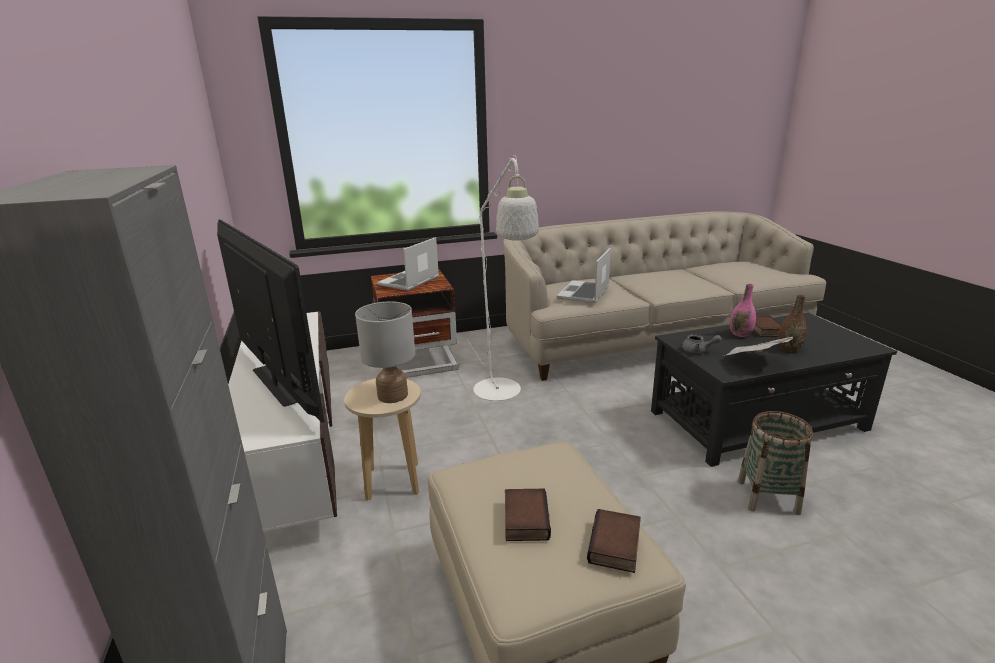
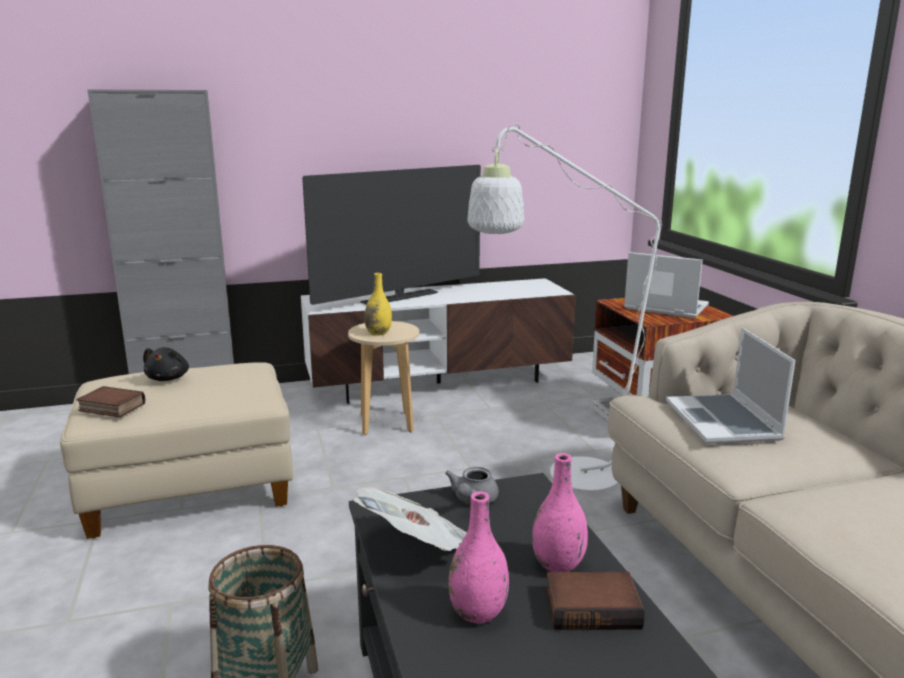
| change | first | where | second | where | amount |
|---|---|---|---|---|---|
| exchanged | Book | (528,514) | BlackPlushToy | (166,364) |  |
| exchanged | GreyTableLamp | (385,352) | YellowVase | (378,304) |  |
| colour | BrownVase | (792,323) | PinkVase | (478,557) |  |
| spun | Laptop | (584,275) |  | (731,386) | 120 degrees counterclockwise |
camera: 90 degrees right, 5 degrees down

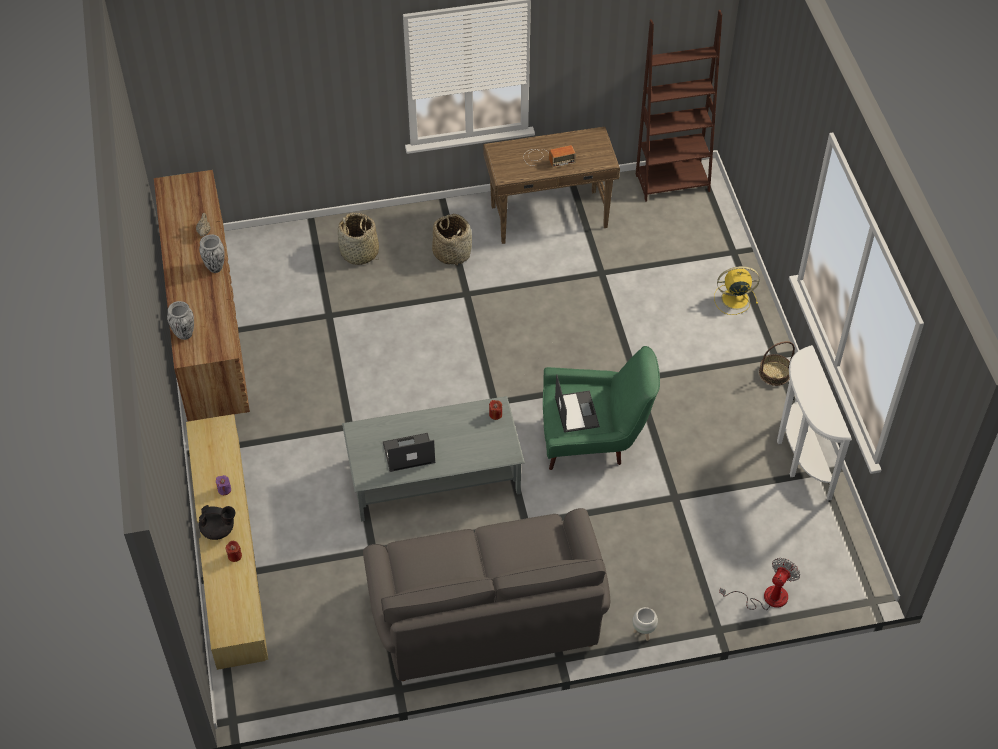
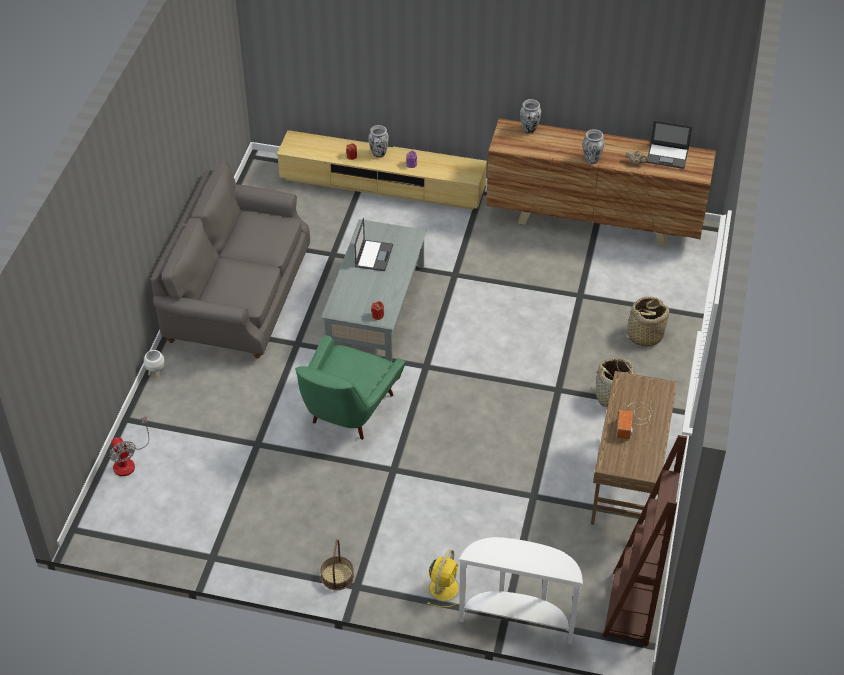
| change | first | where | second | where | amount |
|---|---|---|---|---|---|
| exchanged | BlackTeapot | (217,522) | Vase | (378,141) |  |
| relocated | WhiteConsoleTable | (814,422) |  | (520,590) |  |
| relocated | Laptop | (577,404) |  | (669,144) |  |
camera: 115 degrees right, 5 degrees down

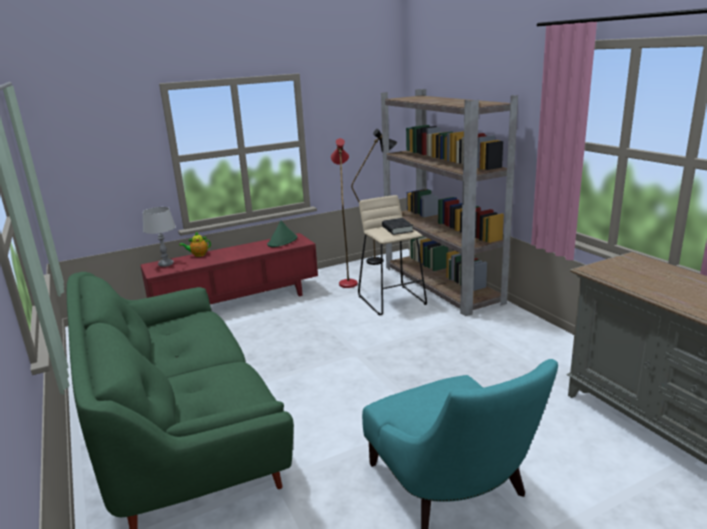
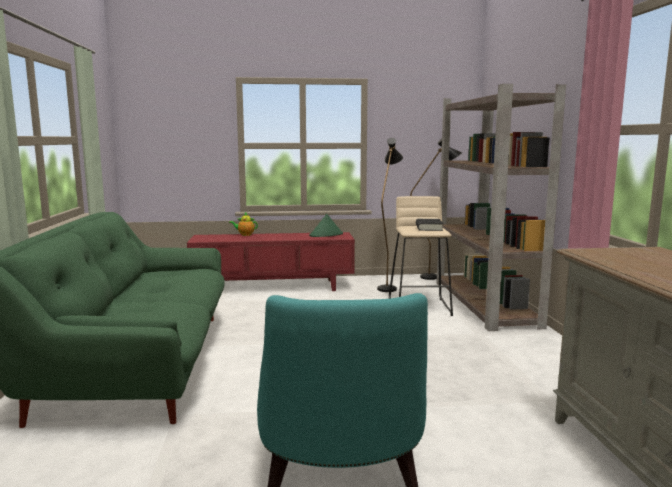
| change | first | where | second | where | amount |
|---|---|---|---|---|---|
| colour | RedFloorLamp | (344,213) | BlackFloorLamp | (390,215) |  |
| missing | GreyTableLamp | (159,237) |  |  |  |
camera: 20 degrees right, 10 degrees down

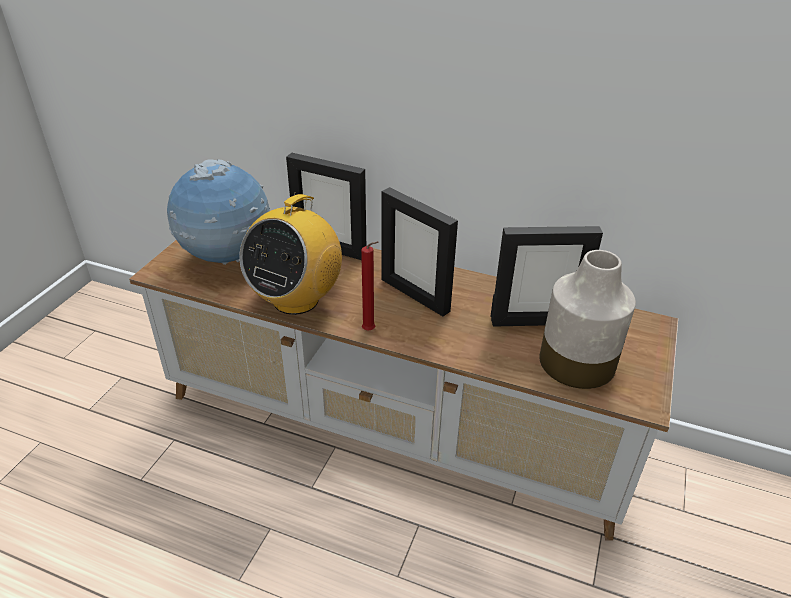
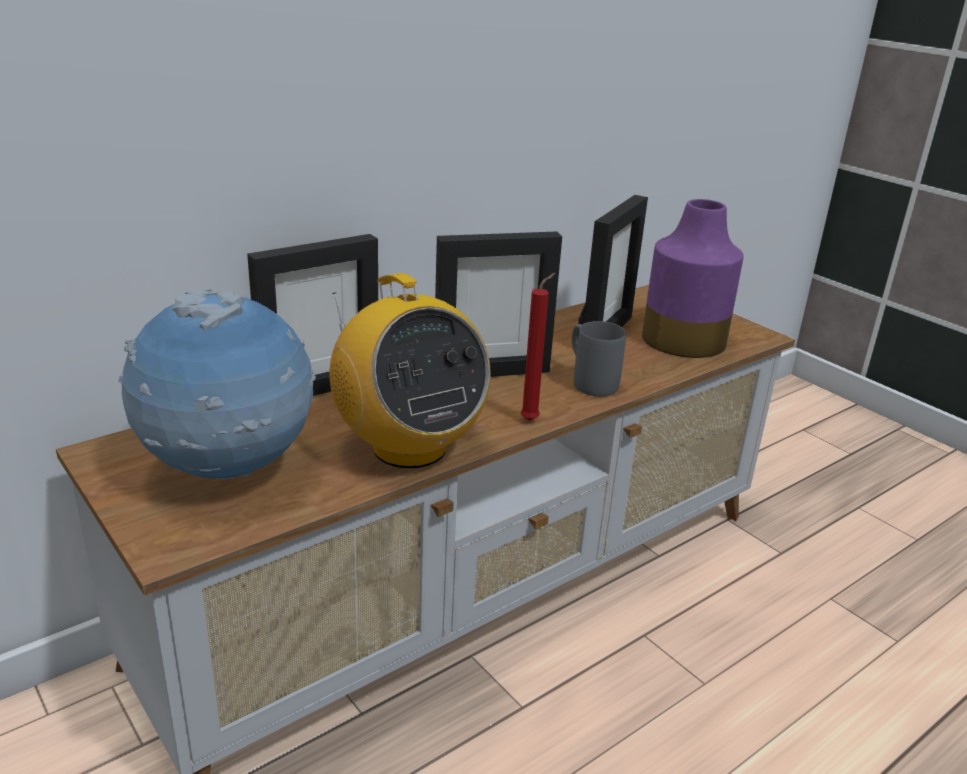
| change | first | where | second | where | amount |
|---|---|---|---|---|---|
| appeared |  |  | GreyMug | (599,358) |  |
| colour | BeigeVase | (587,319) | PurpleVase | (693,278) |  |
camera: 60 degrees left, 10 degrees down

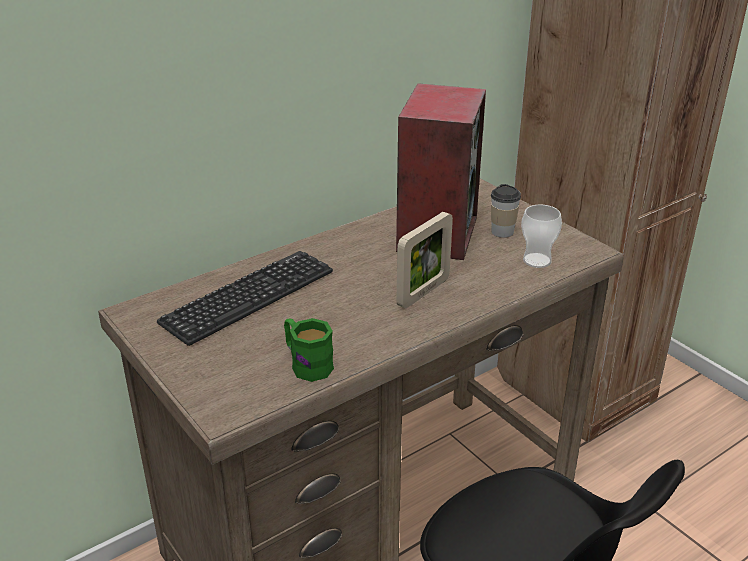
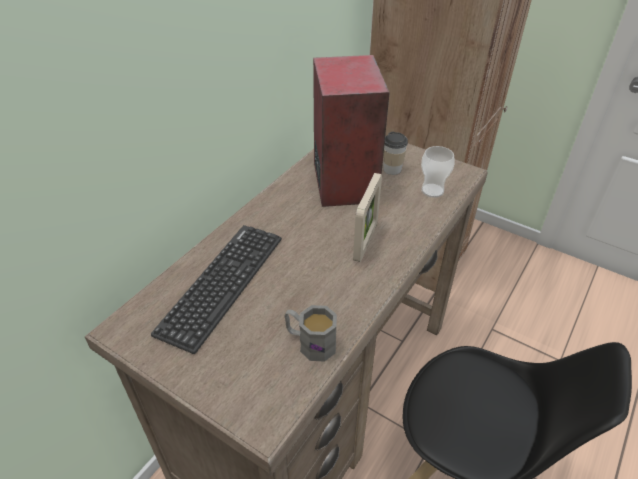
| change | first | where | second | where | amount |
|---|---|---|---|---|---|
| colour | GreenMug | (309,350) | GreyMug | (311,333) |  |
camera: 20 degrees left, 10 degrees up

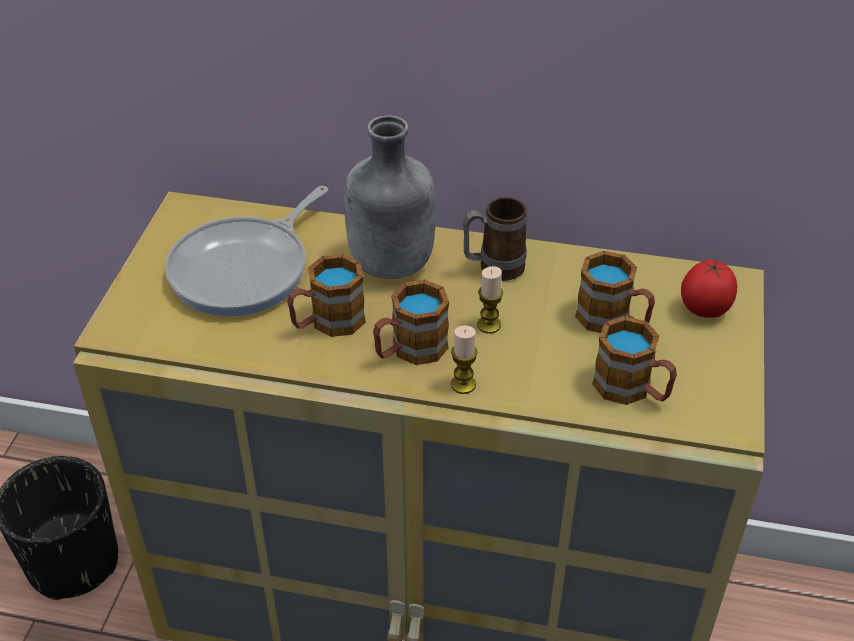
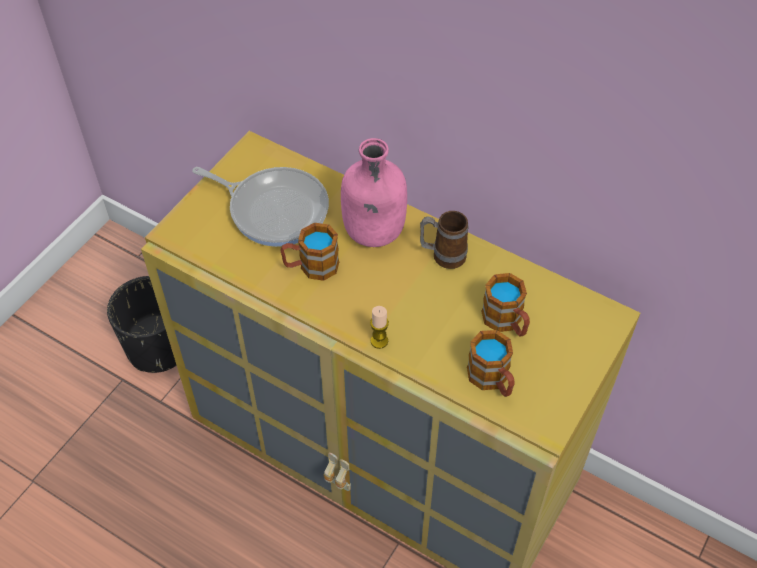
| change | first | where | second | where | amount |
|---|---|---|---|---|---|
| spun | FryingPan | (246,251) |  | (260,207) | 120 degrees counterclockwise |
| colour | GreyBottle | (390,197) | PinkBottle | (374,192) |  |
| missing | Mug | (411,322) |  |  |  |
| missing | Candle | (490,299) |  |  |  |
| missing | Tomato | (709,288) |  |  |  |
camera: 20 degrees right, 10 degrees up

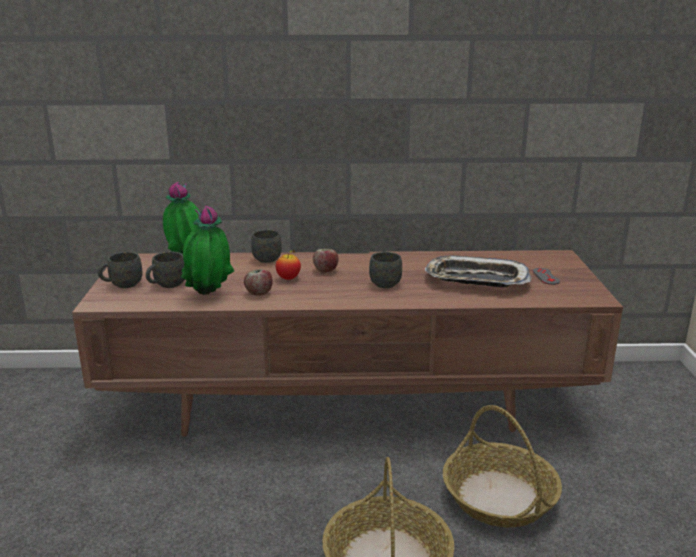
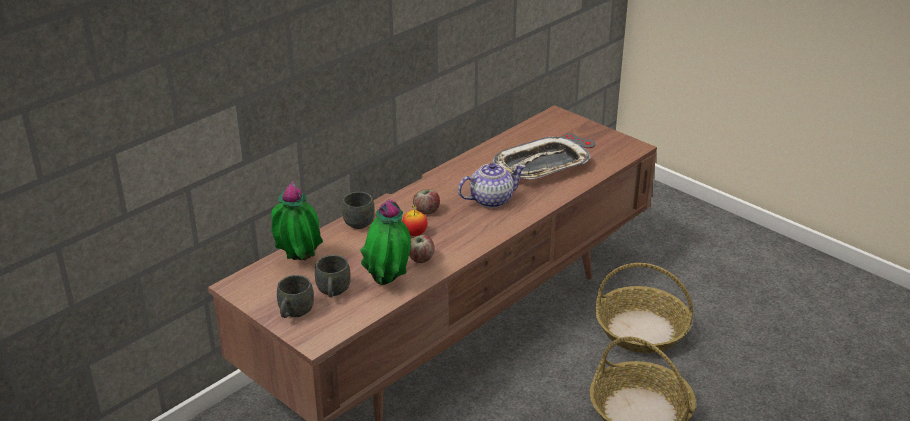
| change | first | where | second | where | amount |
|---|---|---|---|---|---|
| exchanged | GreyMug | (385,270) | Teapot | (492,185) |  |
camera: 45 degrees left, 10 degrees up

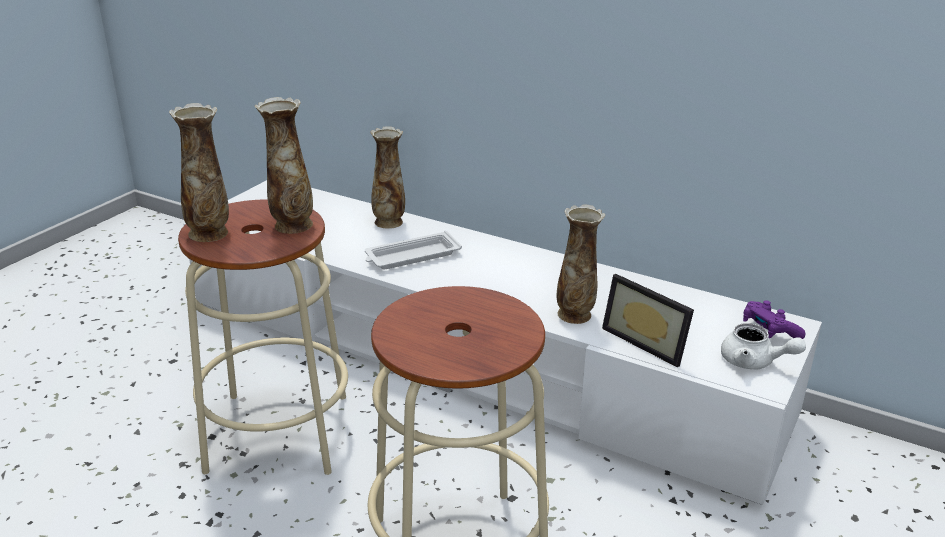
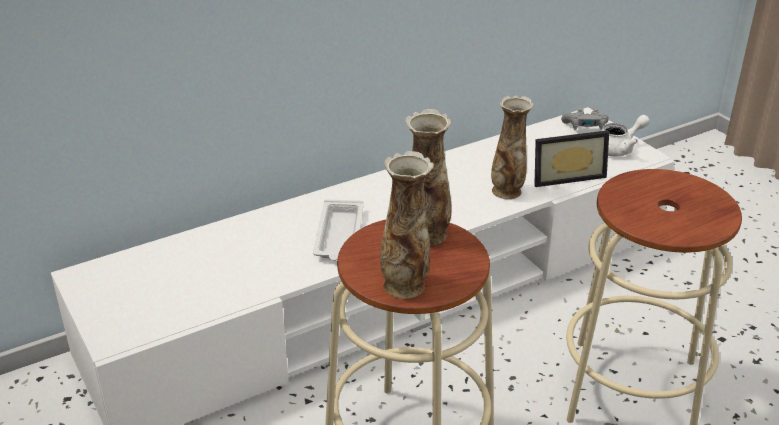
| change | first | where | second | where | amount |
|---|---|---|---|---|---|
| colour | PurpleGameController | (774,319) | GreyGameController | (585,119) |  |
| missing | Vase | (387,177) |  |  |  |
camera: 60 degrees left, 5 degrees up

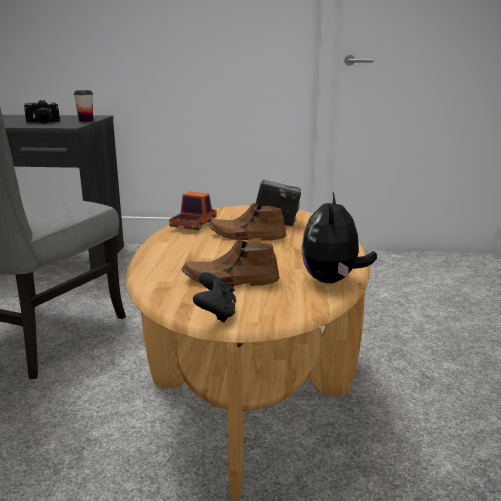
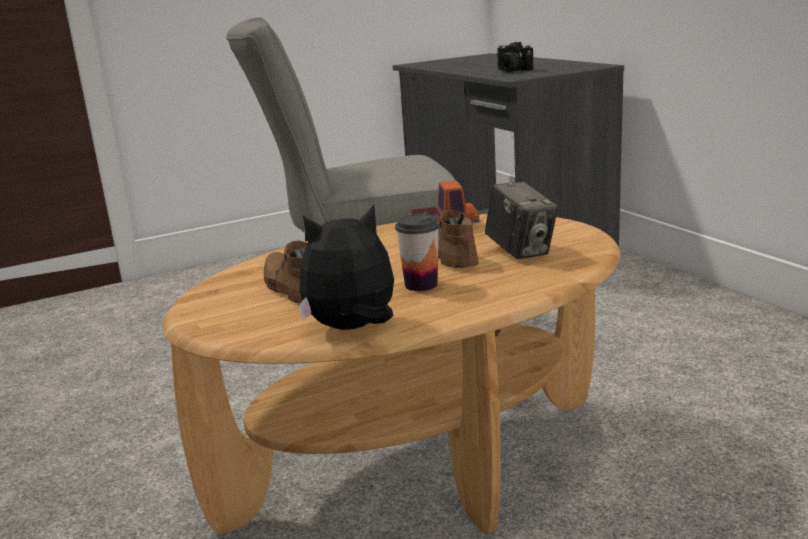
| change | first | where | second | where | amount |
|---|---|---|---|---|---|
| relocated | Cup | (83,106) |  | (417,252) |  |
| missing | BlackGameController | (214,297) |  |  |  |
camera: 60 degrees right, 0 degrees up

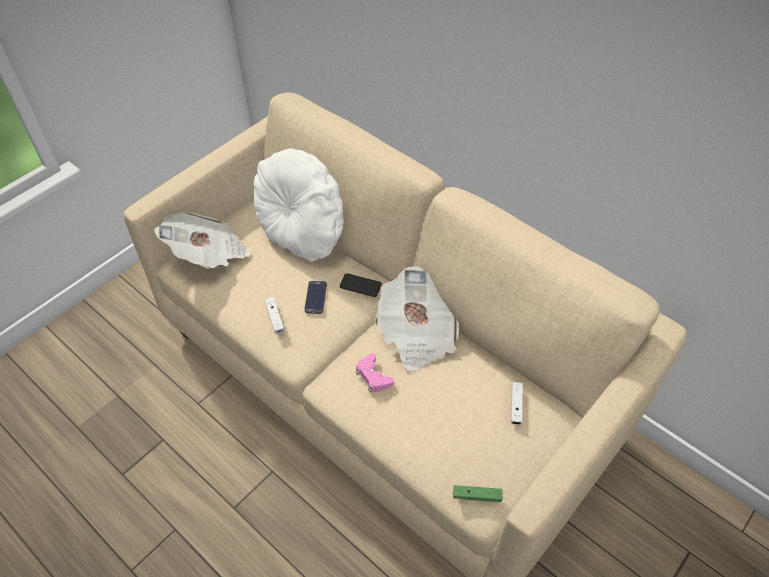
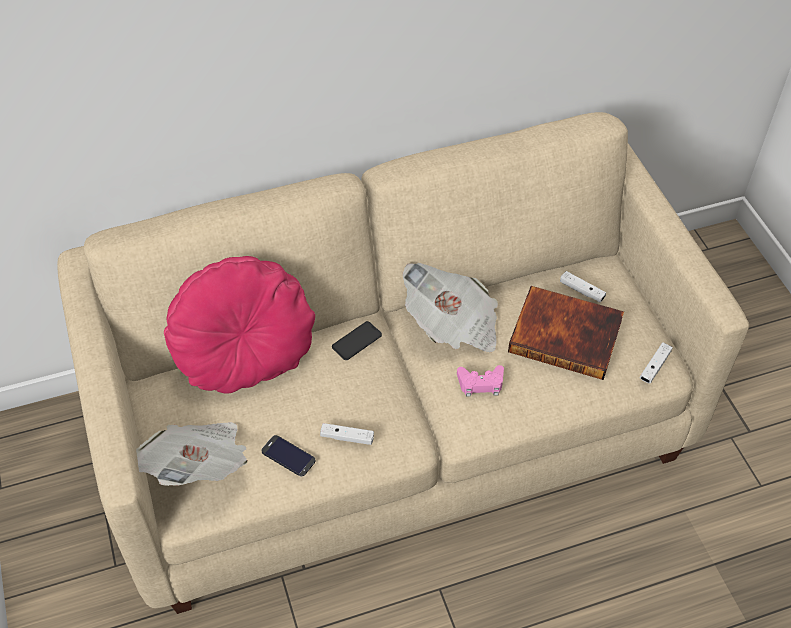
| change | first | where | second | where | amount |
|---|---|---|---|---|---|
| colour | WhitePillow | (299,205) | PinkPillow | (239,325) |  |
| relocated | Phone | (315,297) |  | (288,456) |  |
| appeared |  |  | Book | (566,333) |  |
| colour | GreenGameController | (478,493) | WhiteGameController | (656,363) |  |
camera: 60 degrees left, 0 degrees up

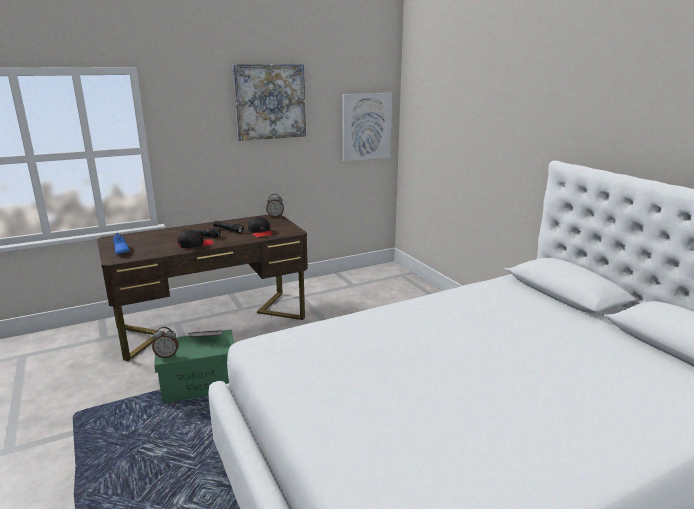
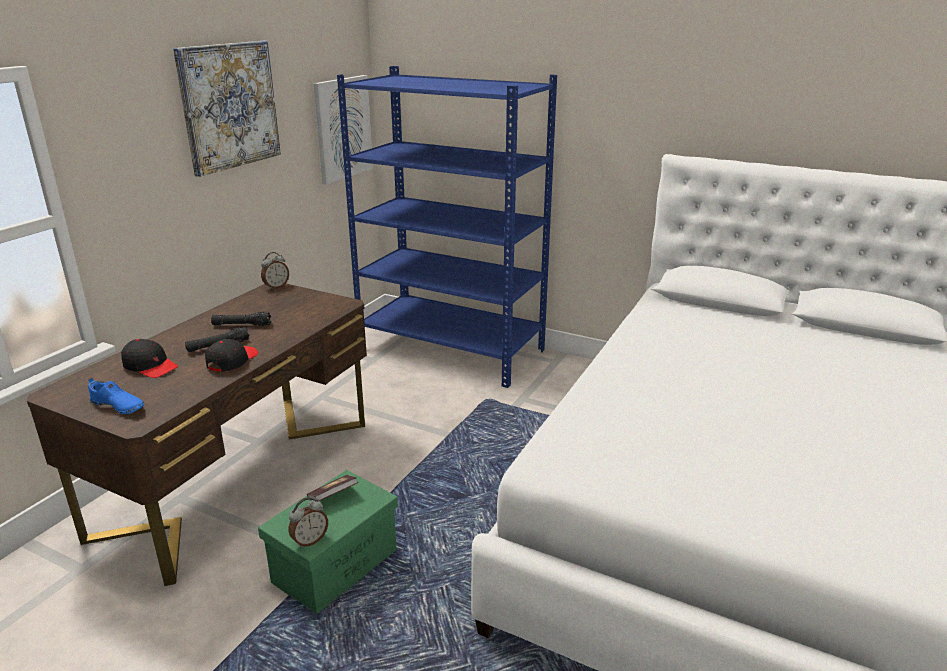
| change | first | where | second | where | amount |
|---|---|---|---|---|---|
| relocated | BlackCap | (260,227) |  | (149,358) |  |
| appeared |  |  | BlueBookcase | (447,227) |  |
camera: 35 degrees left, 5 degrees up

